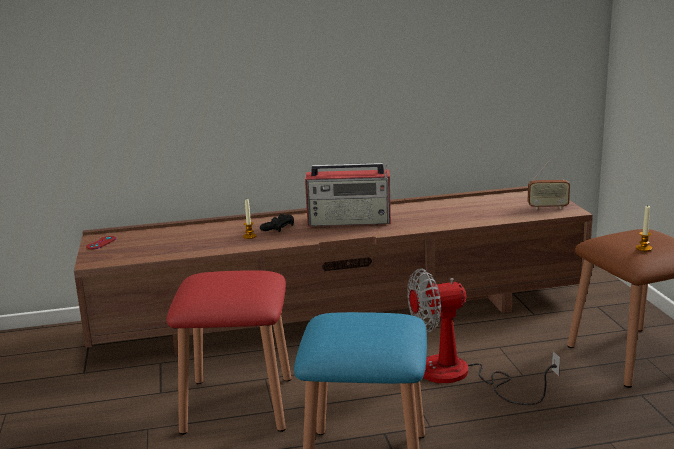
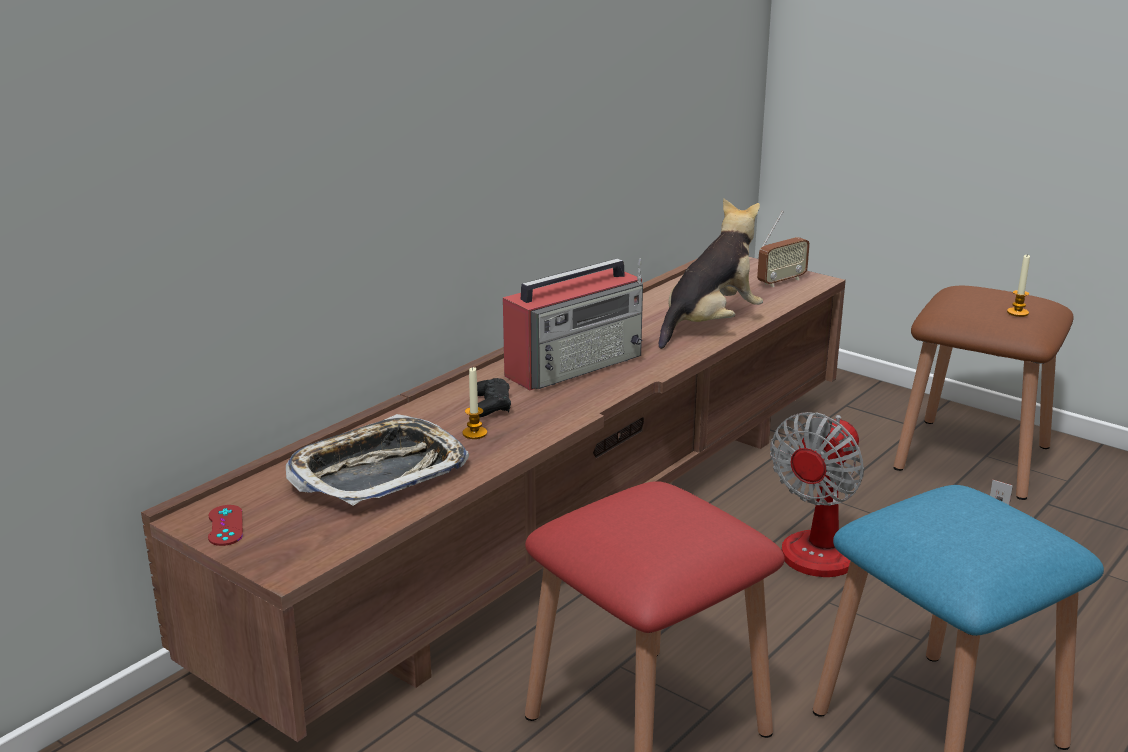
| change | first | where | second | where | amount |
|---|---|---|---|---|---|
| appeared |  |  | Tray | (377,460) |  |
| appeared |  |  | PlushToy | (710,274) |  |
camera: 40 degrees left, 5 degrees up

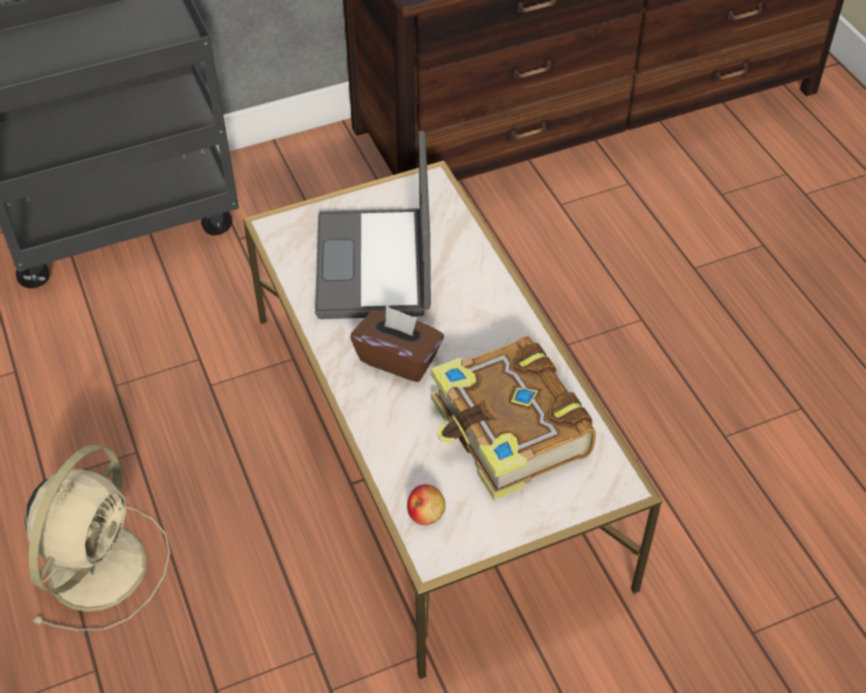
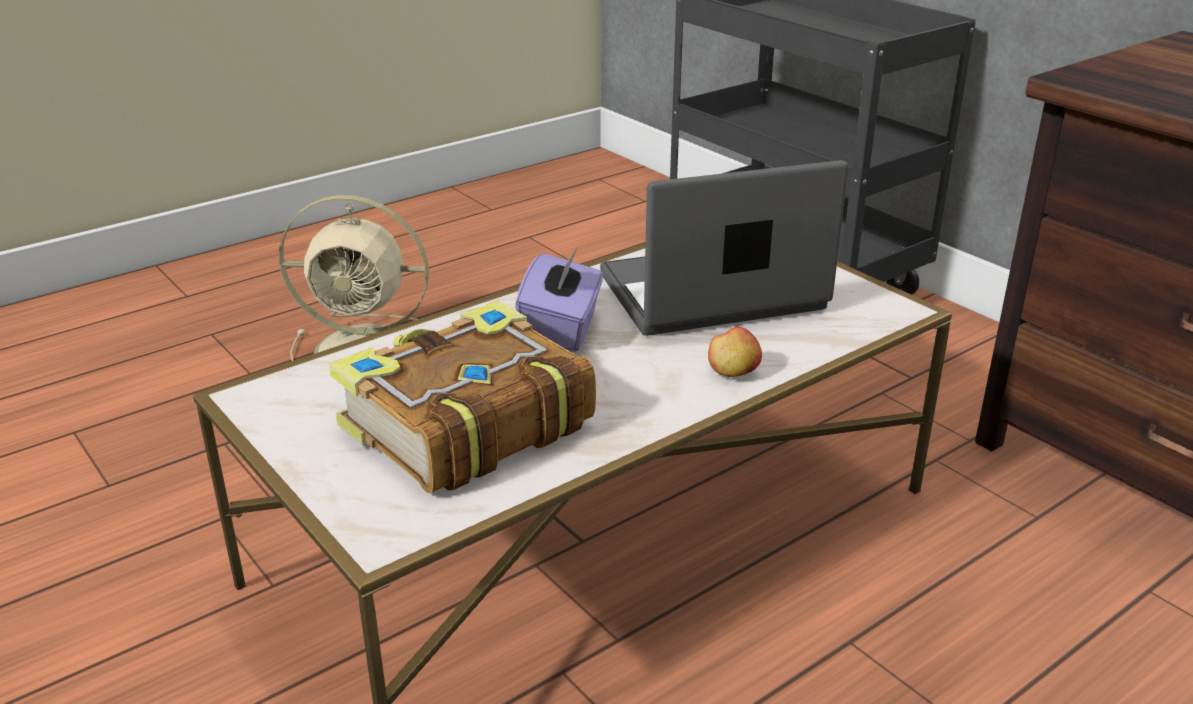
| change | first | where | second | where | amount |
|---|---|---|---|---|---|
| colour | BrownTissueBox | (397,343) | PurpleTissueBox | (559,299) |  |
| relocated | Apple | (426,504) |  | (735,352) |  |
camera: 75 degrees right, 20 degrees down

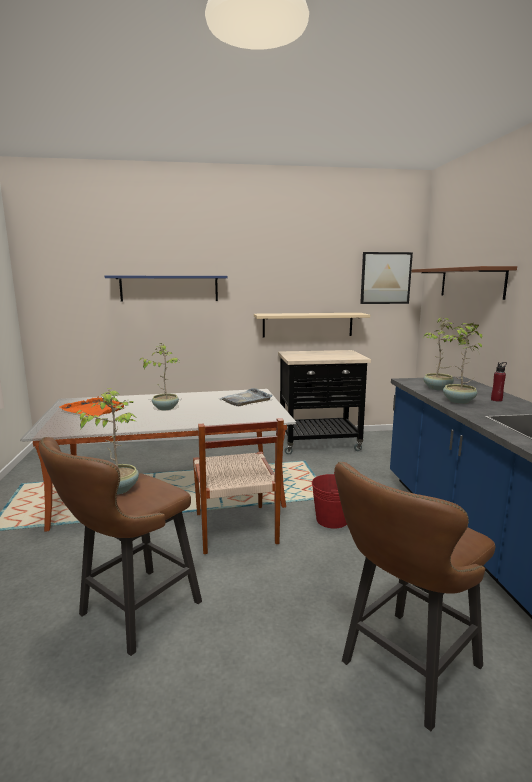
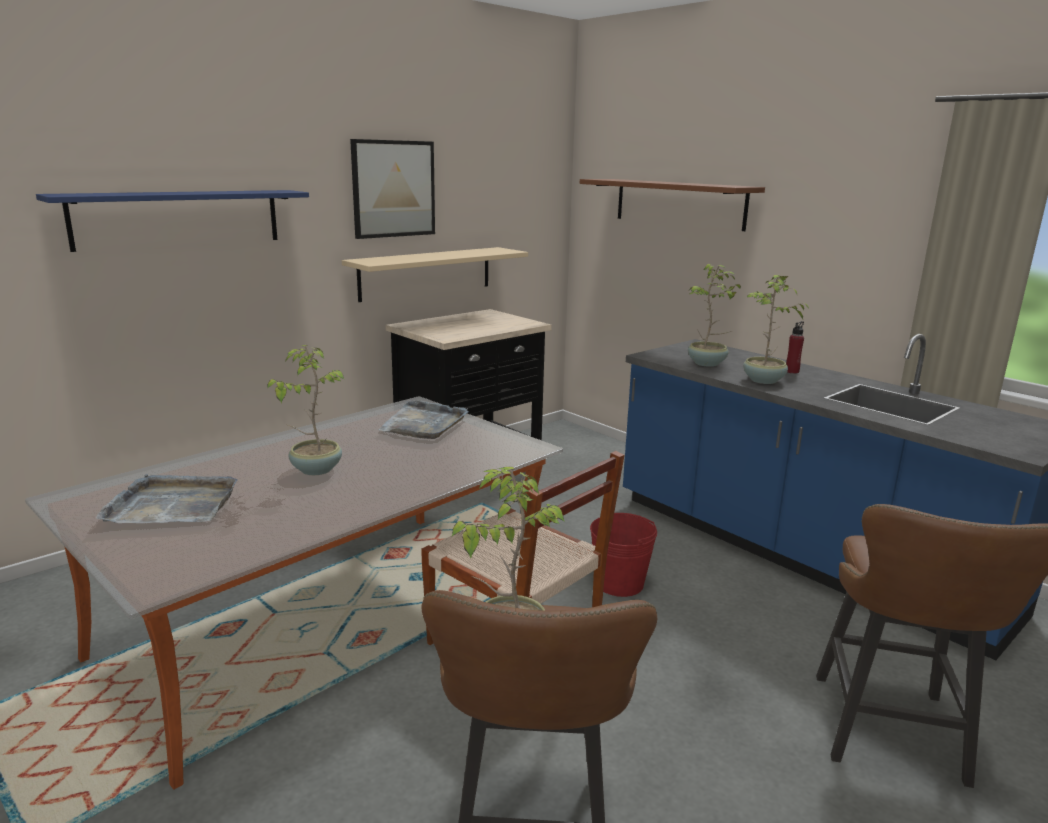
| change | first | where | second | where | amount |
|---|---|---|---|---|---|
| colour | OrangeTray | (92,406) | GreyTray | (166,498) |  |
| relocated | Picture | (386,278) |  | (392,189) |  |
camera: 35 degrees left, 5 degrees up

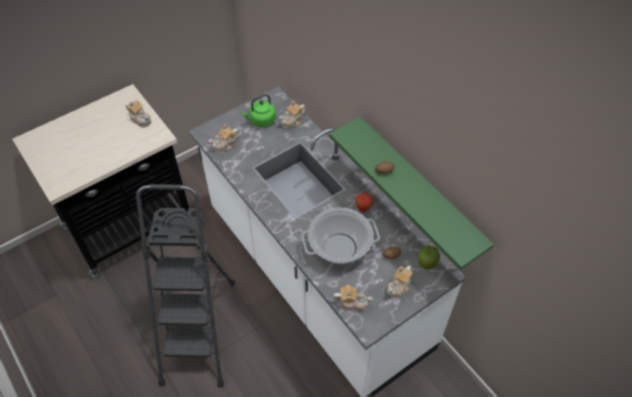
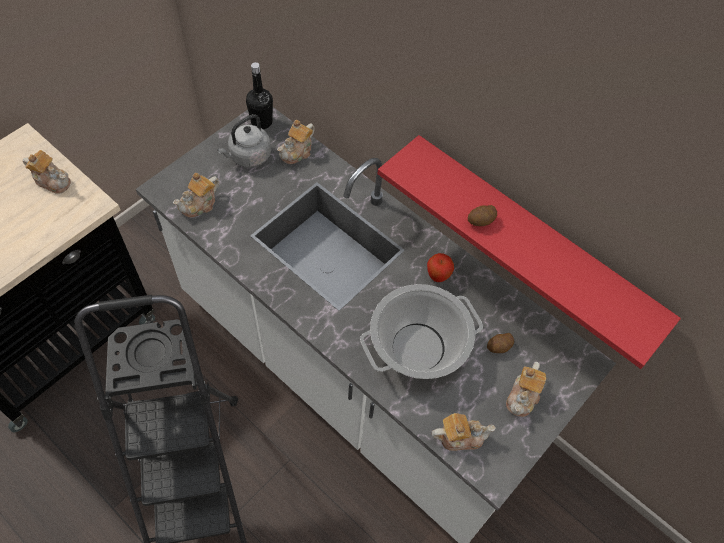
| change | first | where | second | where | amount |
|---|---|---|---|---|---|
| colour | GreenKettle | (258,110) | GreyKettle | (244,141) |  |
| appeared |  |  | BlackBottle | (259,95) |  |
| colour | GreenShelf | (411,193) | RedShelf | (529,252) |  |
| missing | Apple | (429,257) |  |  |  |
camera: 15 degrees left, 5 degrees up

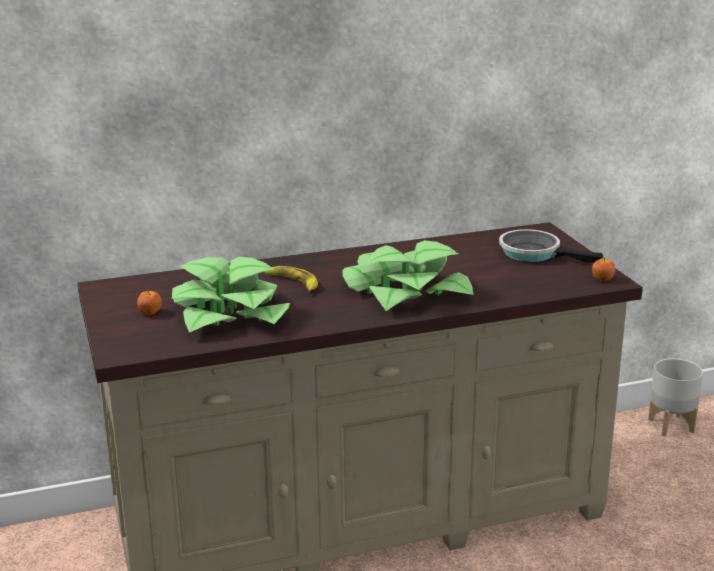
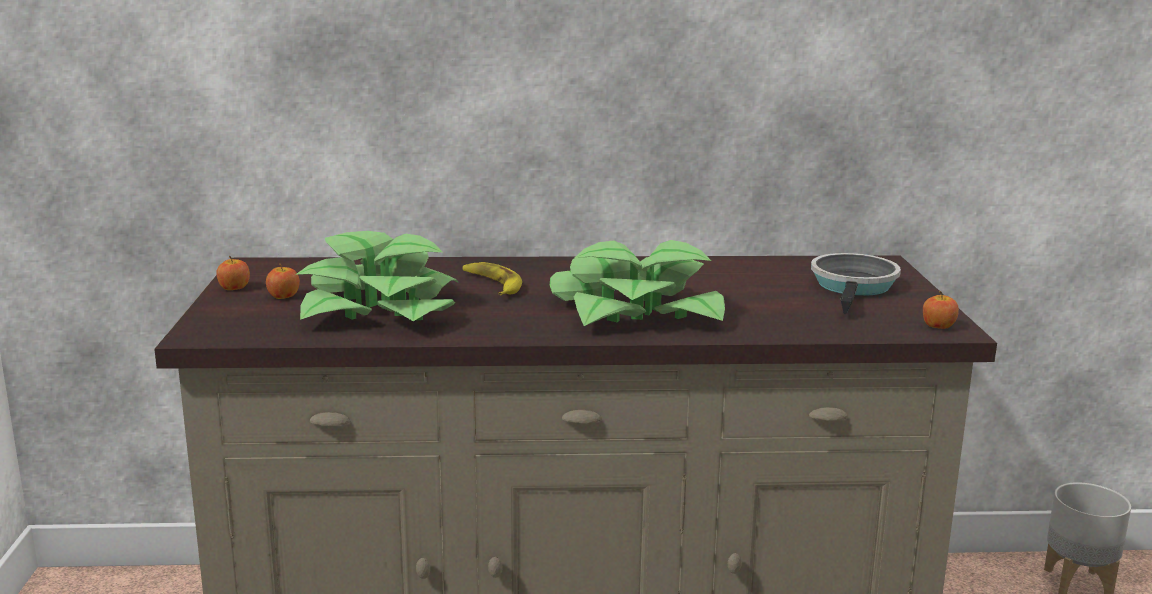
| change | first | where | second | where | amount |
|---|---|---|---|---|---|
| appeared |  |  | Apple | (233,273) |  |
| spun | FryingPan | (551,246) |  | (856,283) | 60 degrees clockwise |
camera: 15 degrees right, 5 degrees down

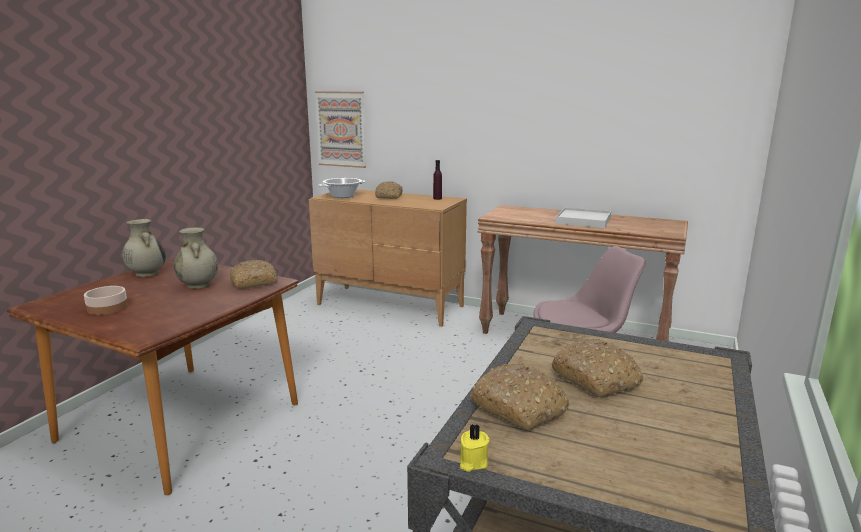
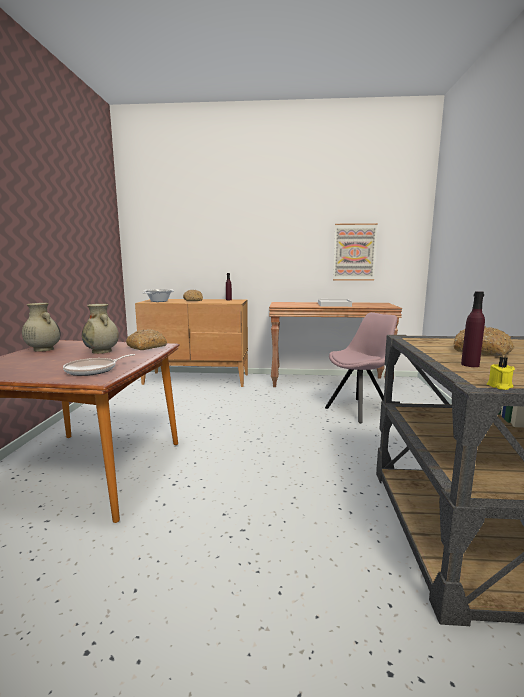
| change | first | where | second | where | amount |
|---|---|---|---|---|---|
| appeared |  |  | FryingPan | (99,365) |  |
| relocated | Picture | (340,129) |  | (355,251) |  |
| exchanged | Bread | (519,396) | PurpleBottle | (473,329) |  |
| missing | Bowl | (106,300) |  |  |  |
camera: 20 degrees left, 5 degrees down

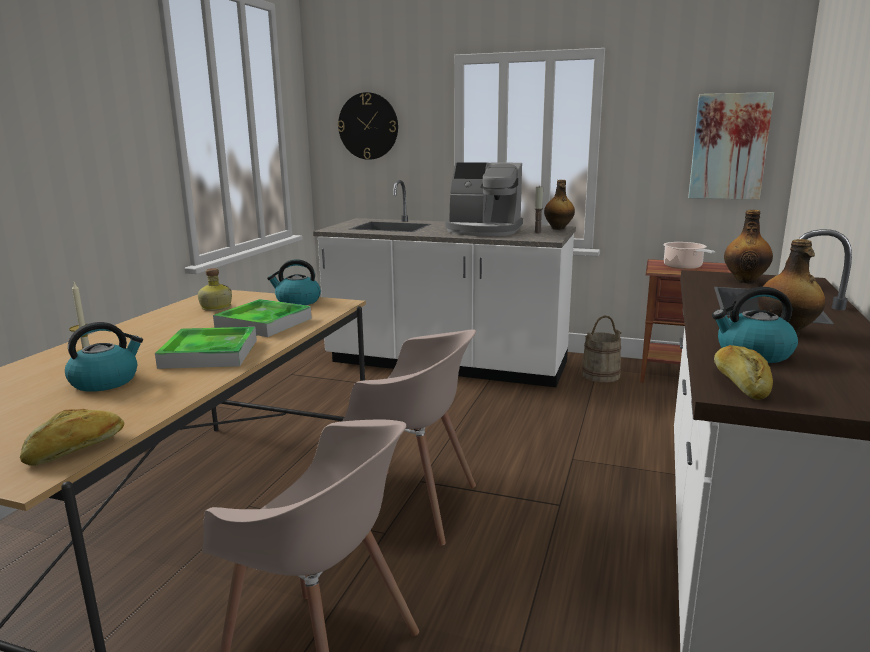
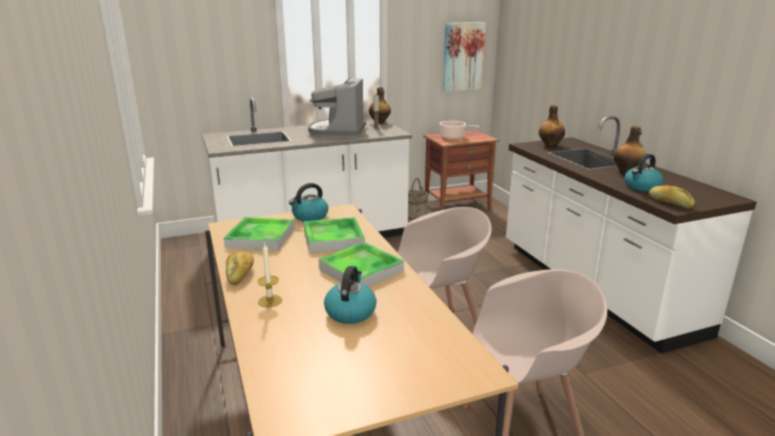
| change | first | where | second | where | amount |
|---|---|---|---|---|---|
| exchanged | Bottle | (215,289) | Tray | (259,234) |  |
| relocated | Bread | (72,437) |  | (240,268) |  |
| spun | CoffeeMachine | (484,199) |  | (337,107) | 120 degrees clockwise |
| missing | WallClock | (368,126) |  |  |  |
camera: 40 degrees left, 5 degrees up

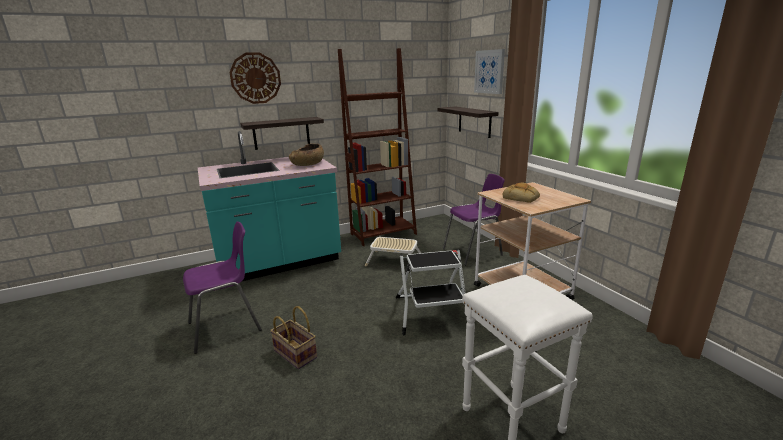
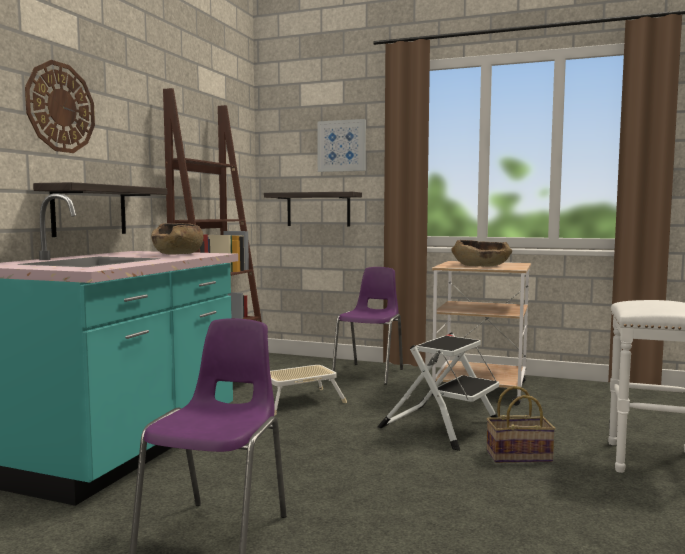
| change | first | where | second | where | amount |
|---|---|---|---|---|---|
| exchanged | Bread | (521,192) | BrownBowl | (481,253) |  |
| relocated | Basket | (293,337) |  | (521,424) |  |
camera: 45 degrees left, 15 degrees down

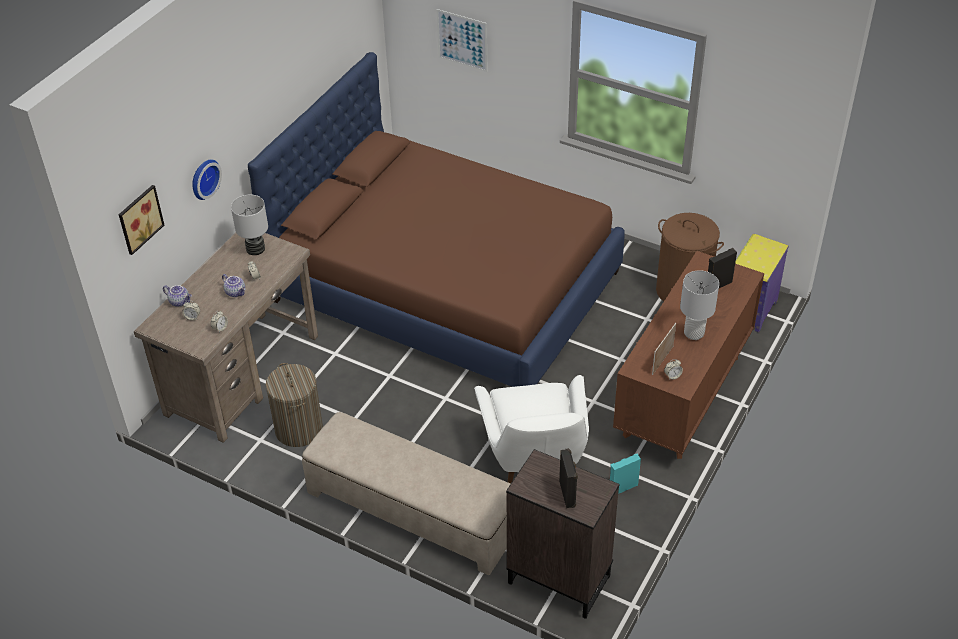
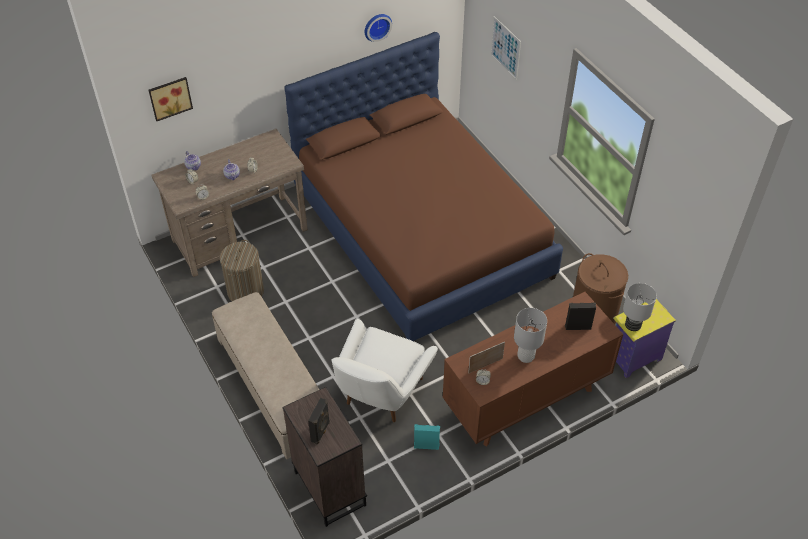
| change | first | where | second | where | amount |
|---|---|---|---|---|---|
| relocated | WallClock | (207,180) |  | (378,28) |  |
| relocated | GreyTableLamp | (249,225) |  | (640,307) |  |
camera: 30 degrees right, 5 degrees up

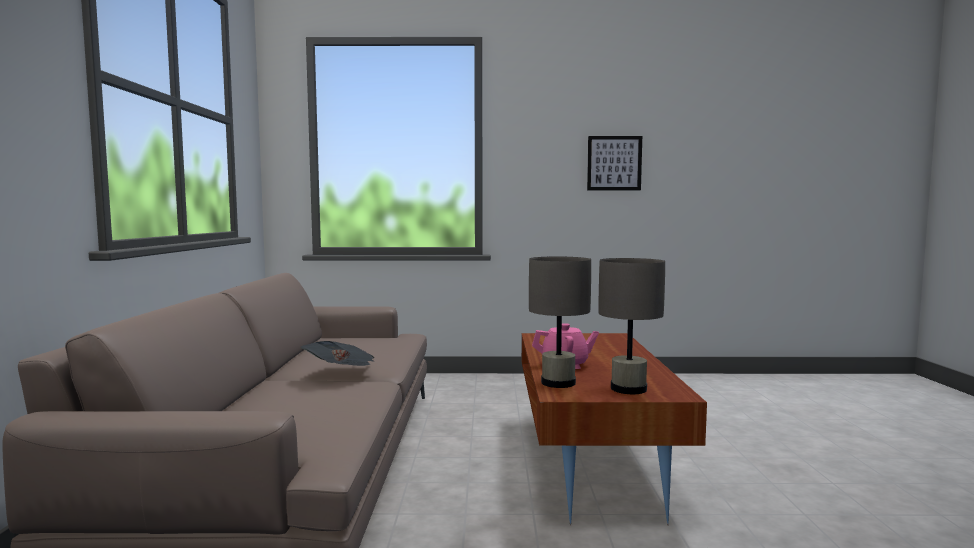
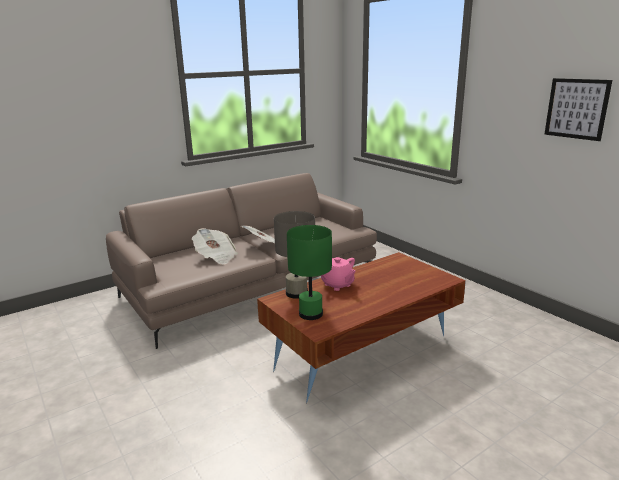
| change | first | where | second | where | amount |
|---|---|---|---|---|---|
| appeared |  |  | Newspaper | (215,246) |  |
| colour | GreyTableLamp | (632,326) | GreenTableLamp | (309,272) |  |
camera: 55 degrees right, 15 degrees up

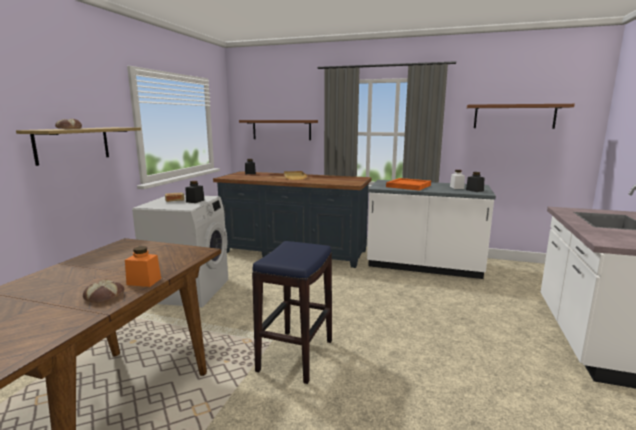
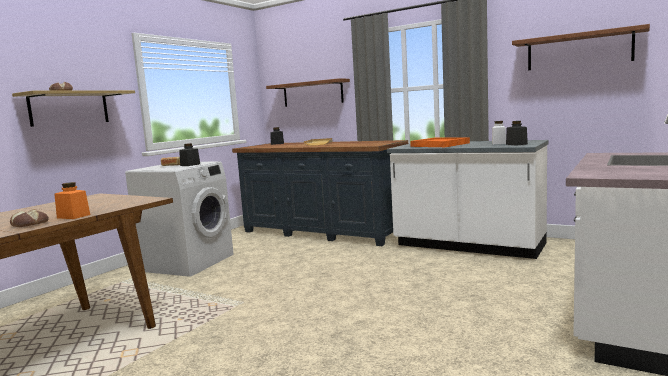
| change | first | where | second | where | amount |
|---|---|---|---|---|---|
| missing | Stool | (292,312) |  |  |  |
camera: 15 degrees right, 5 degrees down

